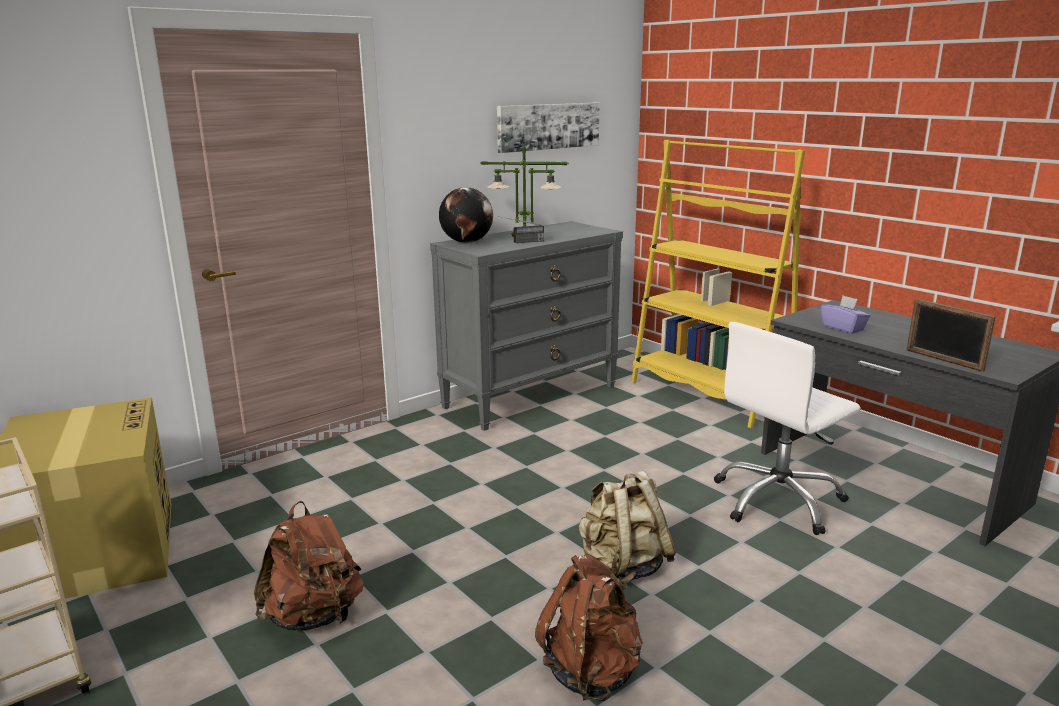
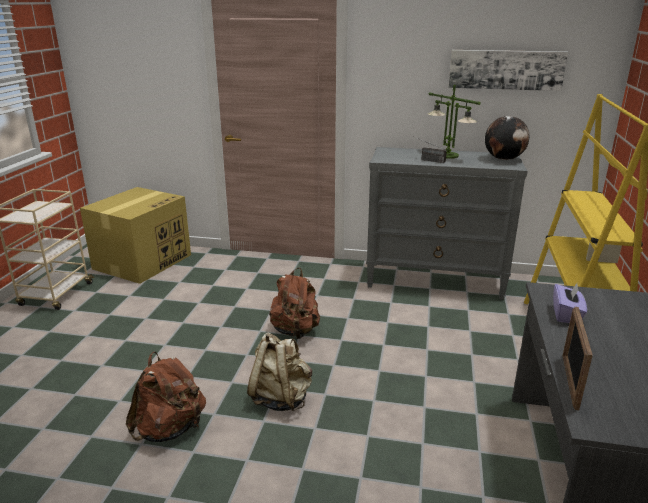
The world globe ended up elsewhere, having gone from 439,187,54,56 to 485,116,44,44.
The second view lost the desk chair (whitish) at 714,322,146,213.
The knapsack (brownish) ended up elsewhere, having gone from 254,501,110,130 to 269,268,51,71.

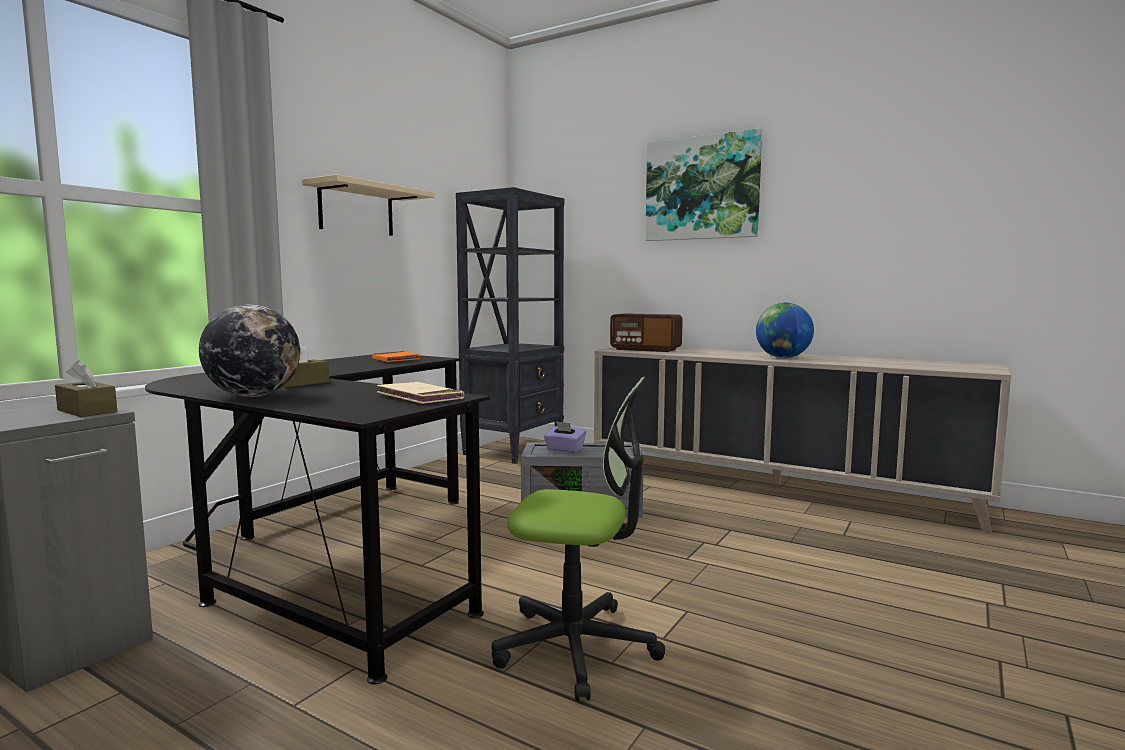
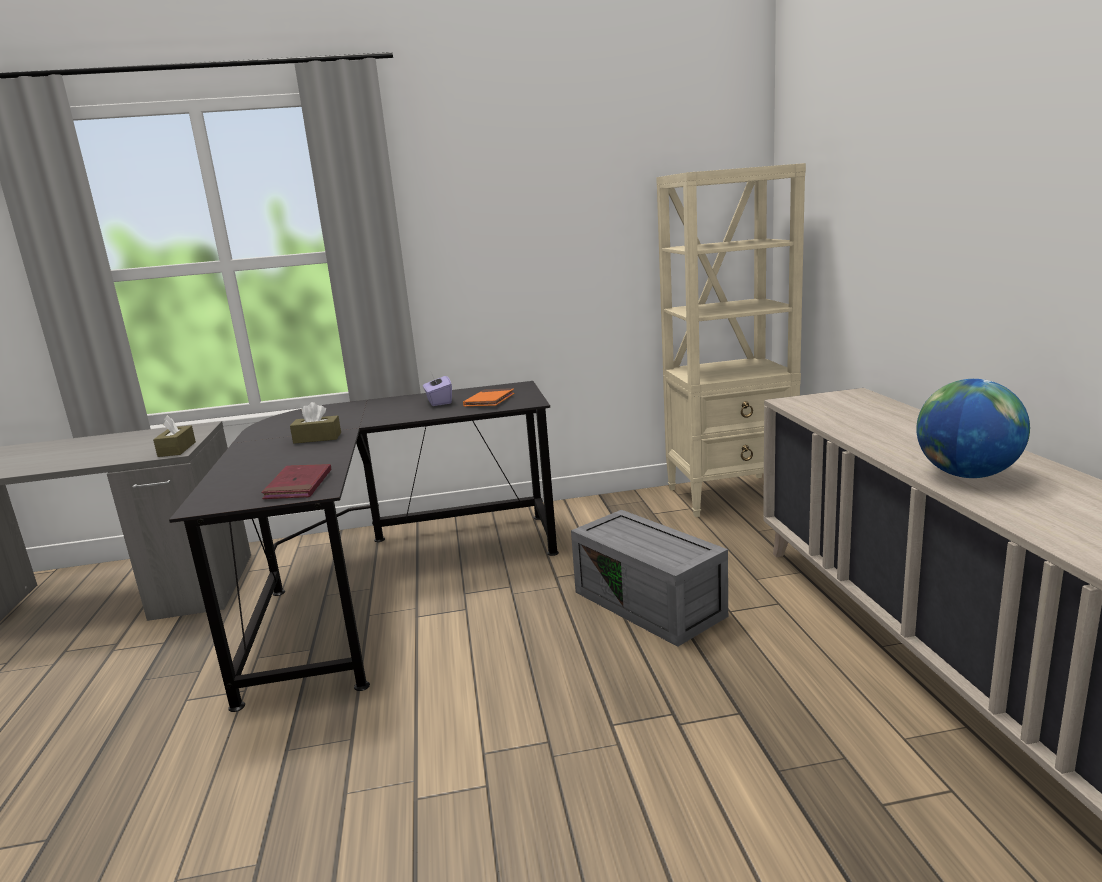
The second view lost the wall picture at 645,128,117,113.
The second view lost the wall shelf (beige) at 302,174,133,62.
What was the shelving unit (blackish) at 456,187,108,277 turned into the shelving unit (beige) at 656,163,150,354.
The second view lost the world globe at 199,305,101,92.
The second view lost the radio at 610,313,73,39.
The second view lost the desk chair at 491,377,174,324.
What was the volume (beige) at 377,382,87,22 turned into the volume (red) at 261,464,70,35.
The tissue holder (purple-coloured) ended up elsewhere, having gone from 544,421,42,32 to 423,373,29,33.

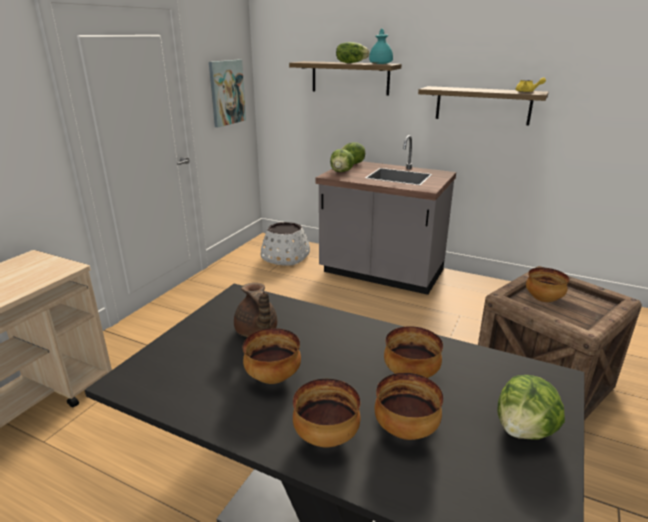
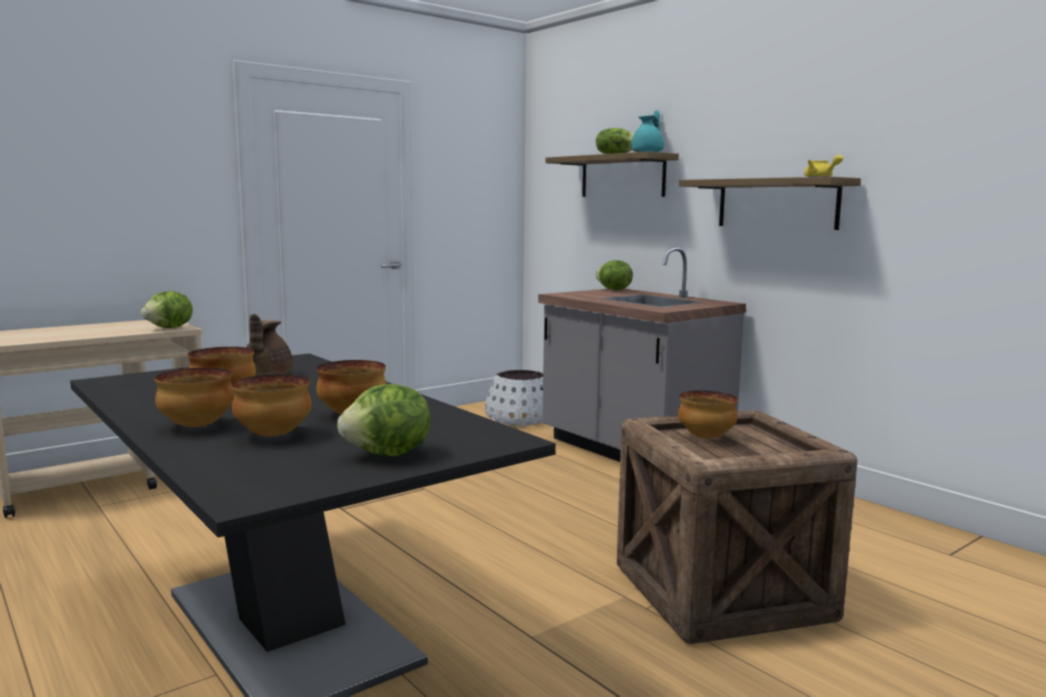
The second view lost the wall picture at 209,60,37,67.
The lettuce head ended up elsewhere, having gone from 330,149,25,23 to 141,291,52,37.

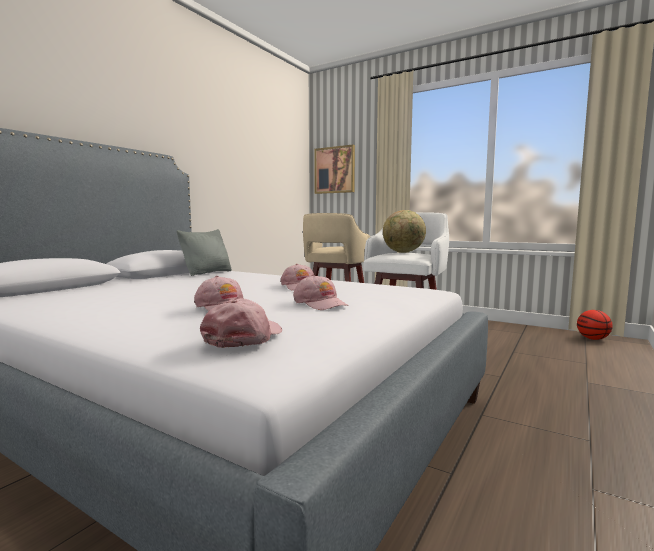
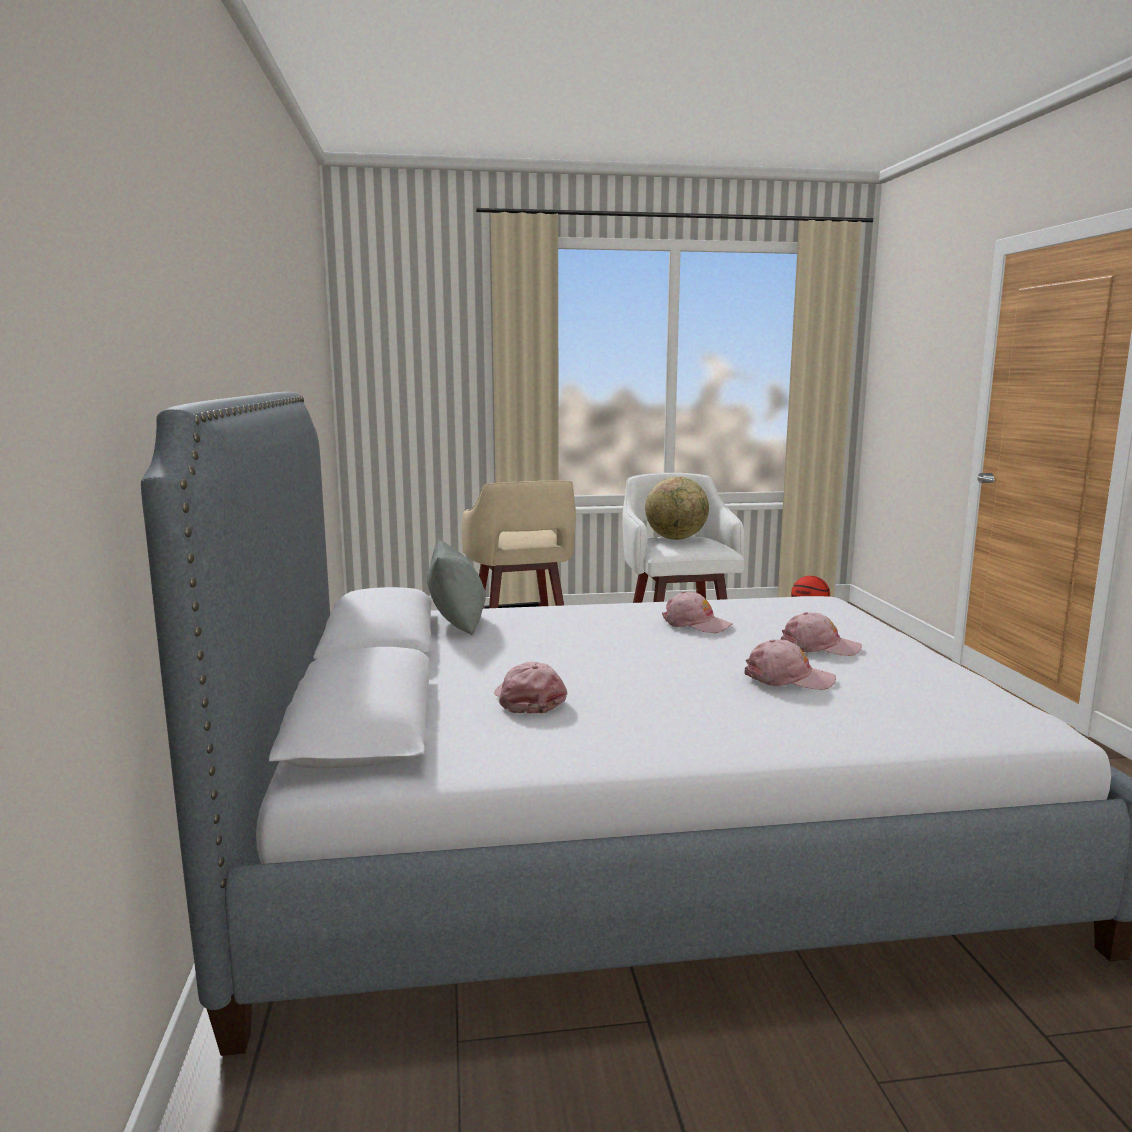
The second view lost the wall picture at 314,145,41,49.
The peaked cap (pinkish) ended up elsewhere, having gone from 200,299,82,49 to 494,662,73,52.

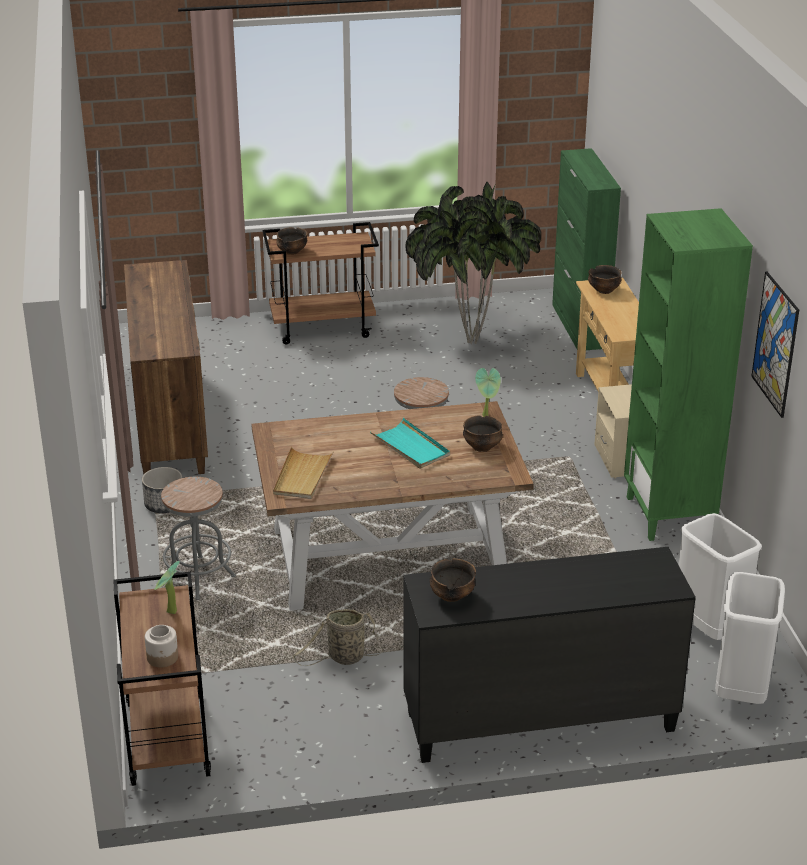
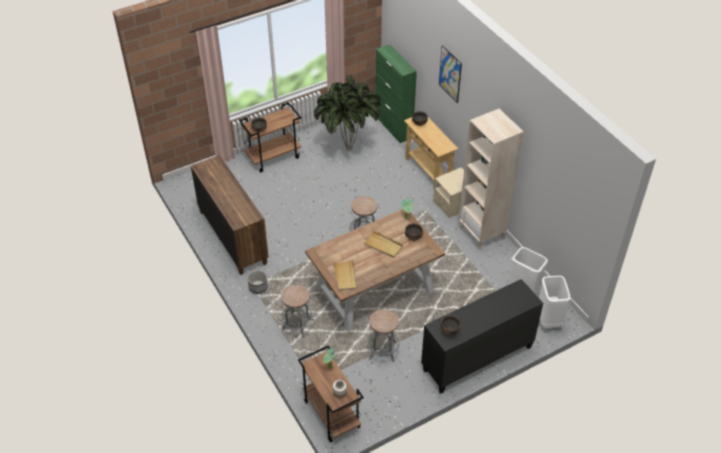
What was the shelving unit (green) at 624,208,129,333 turned into the shelving unit (beige) at 459,109,65,141.
The wall picture ended up elsewhere, having gone from 751,272,48,146 to 439,45,23,58.
What was the carrying tray (turquoise-coloured) at 370,418,80,51 turned into the carrying tray (beige) at 363,231,40,27.
Where the household basket stood at 293,609,90,57, the stool (gray) came to stand at 367,309,33,53.

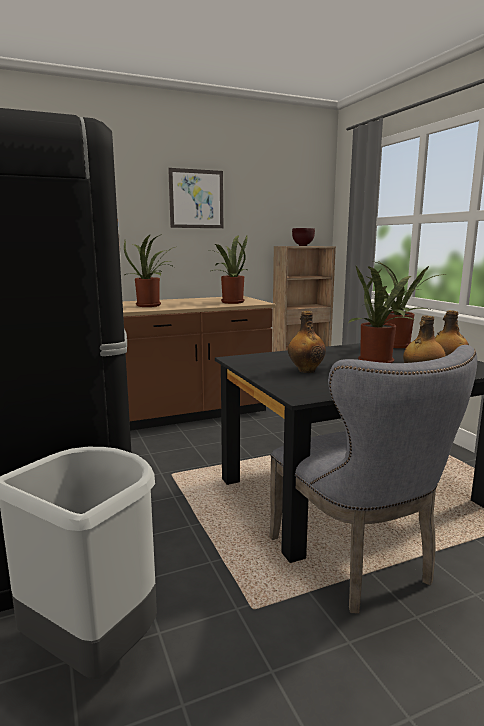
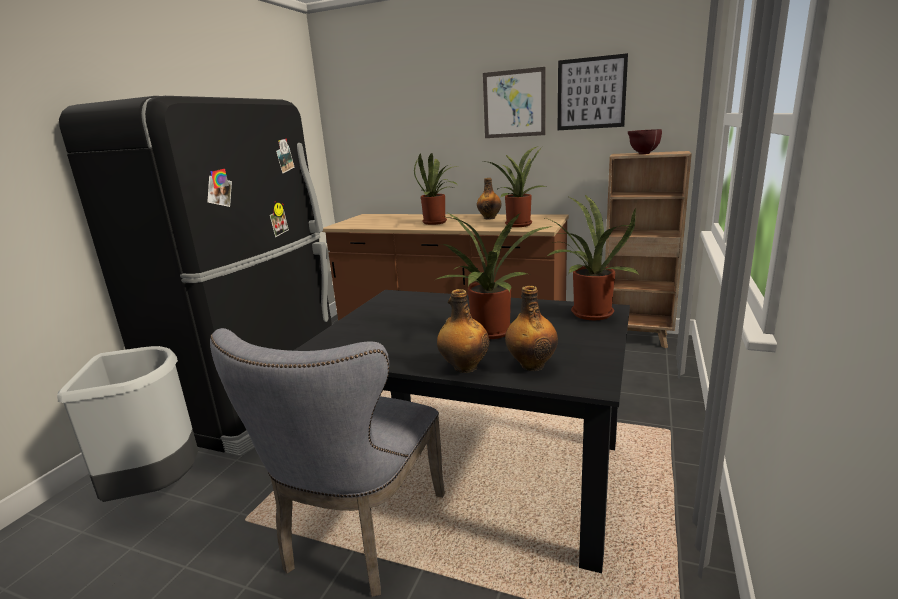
The drink bottle ended up elsewhere, having gone from 288,311,38,62 to 477,178,24,42.
The second view gained the wall picture at 558,53,70,77.

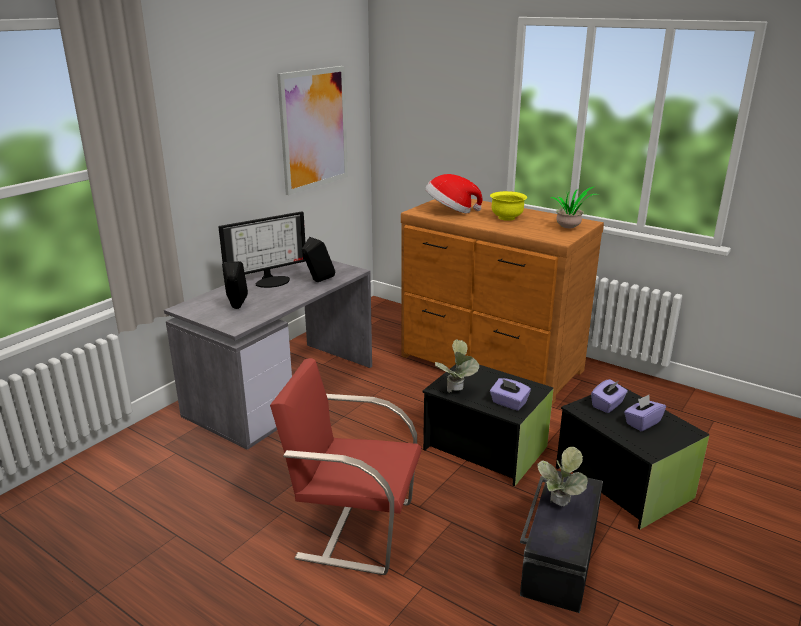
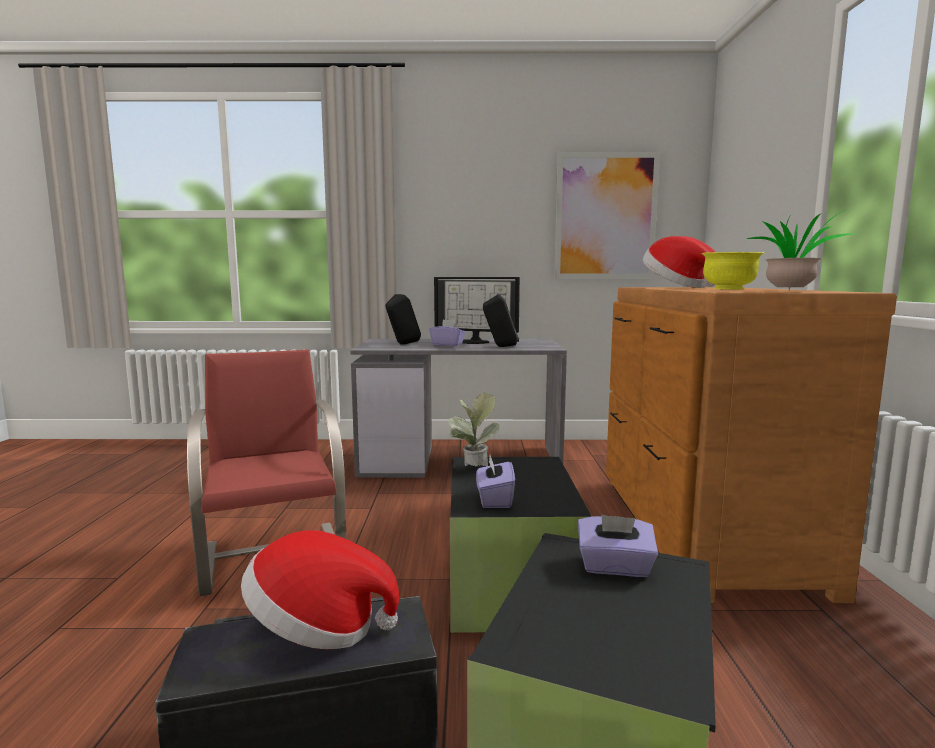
The tissue holder (purple-coloured) ended up elsewhere, having gone from 624,395,42,36 to 429,320,37,26.
Where the potted plant stood at 537,447,51,59, the wearable hat came to stand at 241,530,158,119.

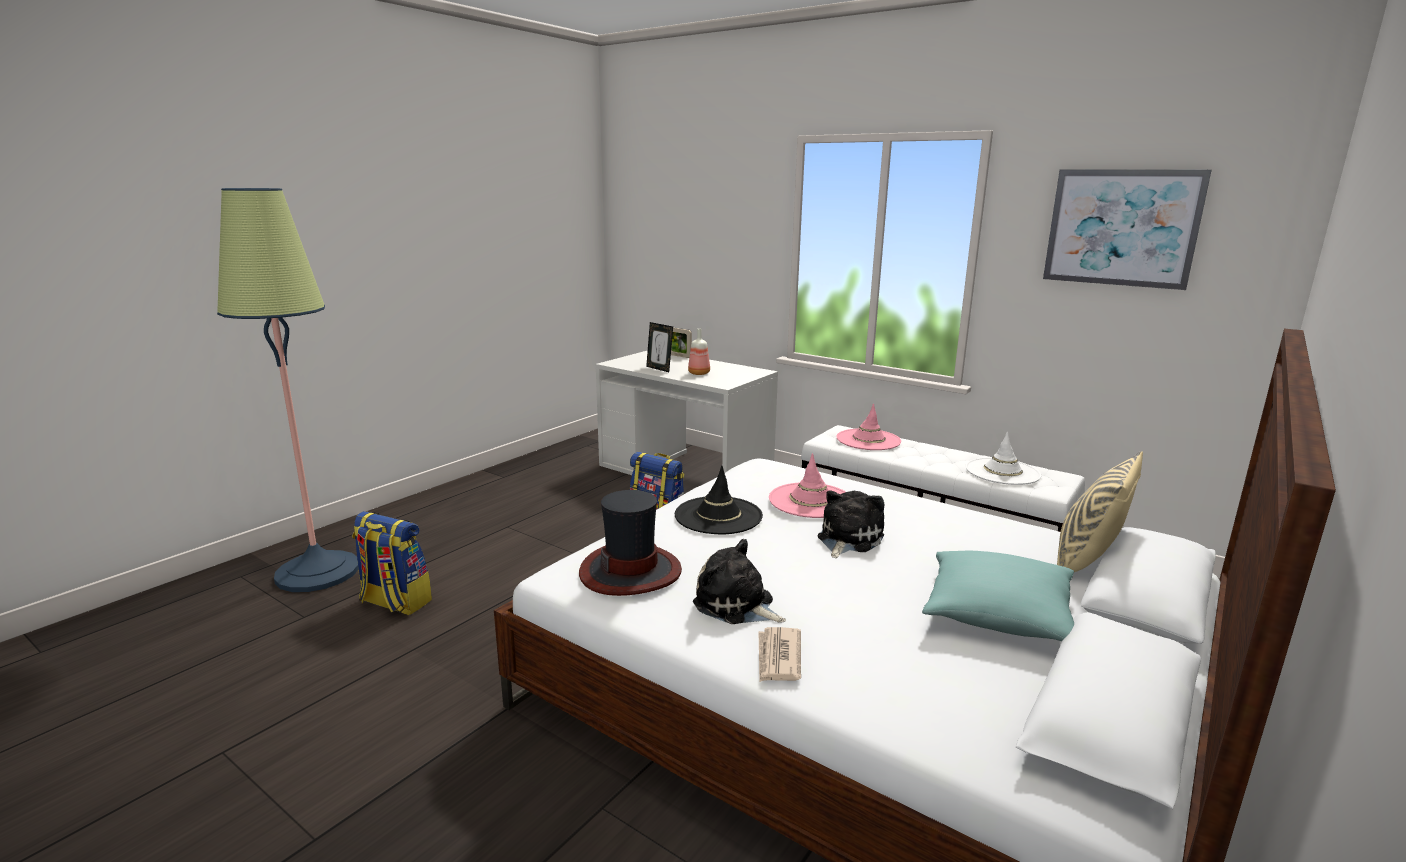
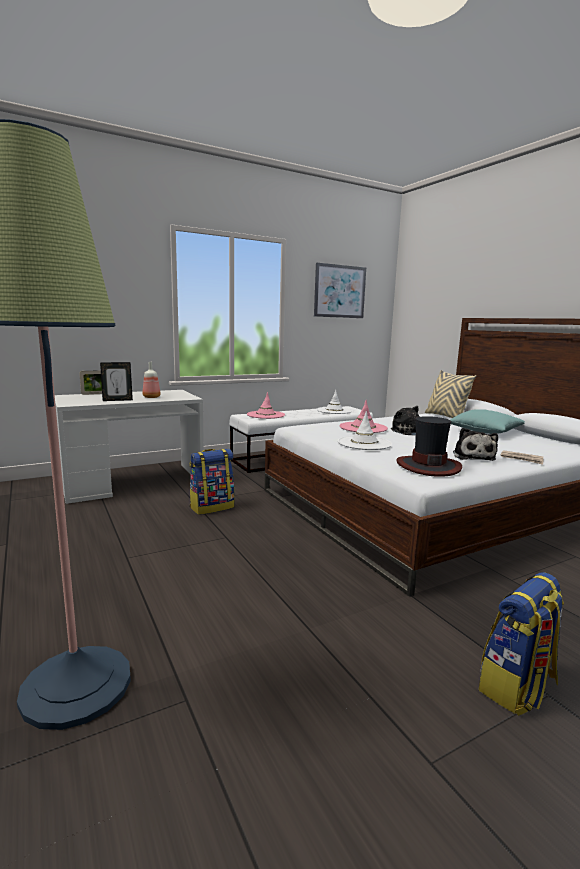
What was the wearable hat (blackish) at 675,466,88,68 turned into the wearable hat (whitish) at 338,411,54,39.
The knapsack ended up elsewhere, having gone from 352,511,80,104 to 478,572,86,144.
The plush toy at 693,539,93,85 ended up facing another way, 60 degrees counterclockwise from before.

